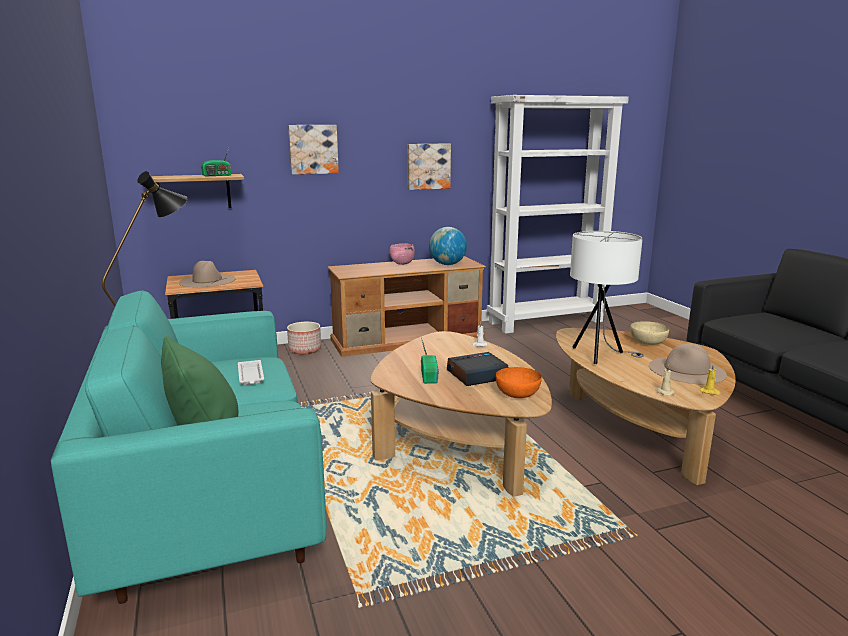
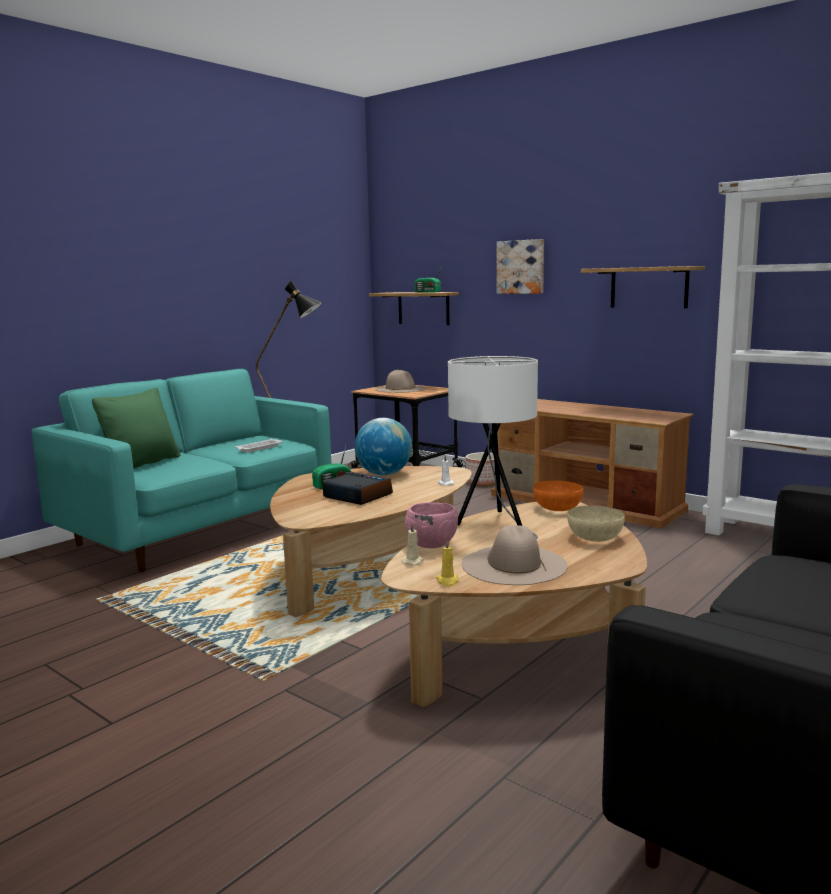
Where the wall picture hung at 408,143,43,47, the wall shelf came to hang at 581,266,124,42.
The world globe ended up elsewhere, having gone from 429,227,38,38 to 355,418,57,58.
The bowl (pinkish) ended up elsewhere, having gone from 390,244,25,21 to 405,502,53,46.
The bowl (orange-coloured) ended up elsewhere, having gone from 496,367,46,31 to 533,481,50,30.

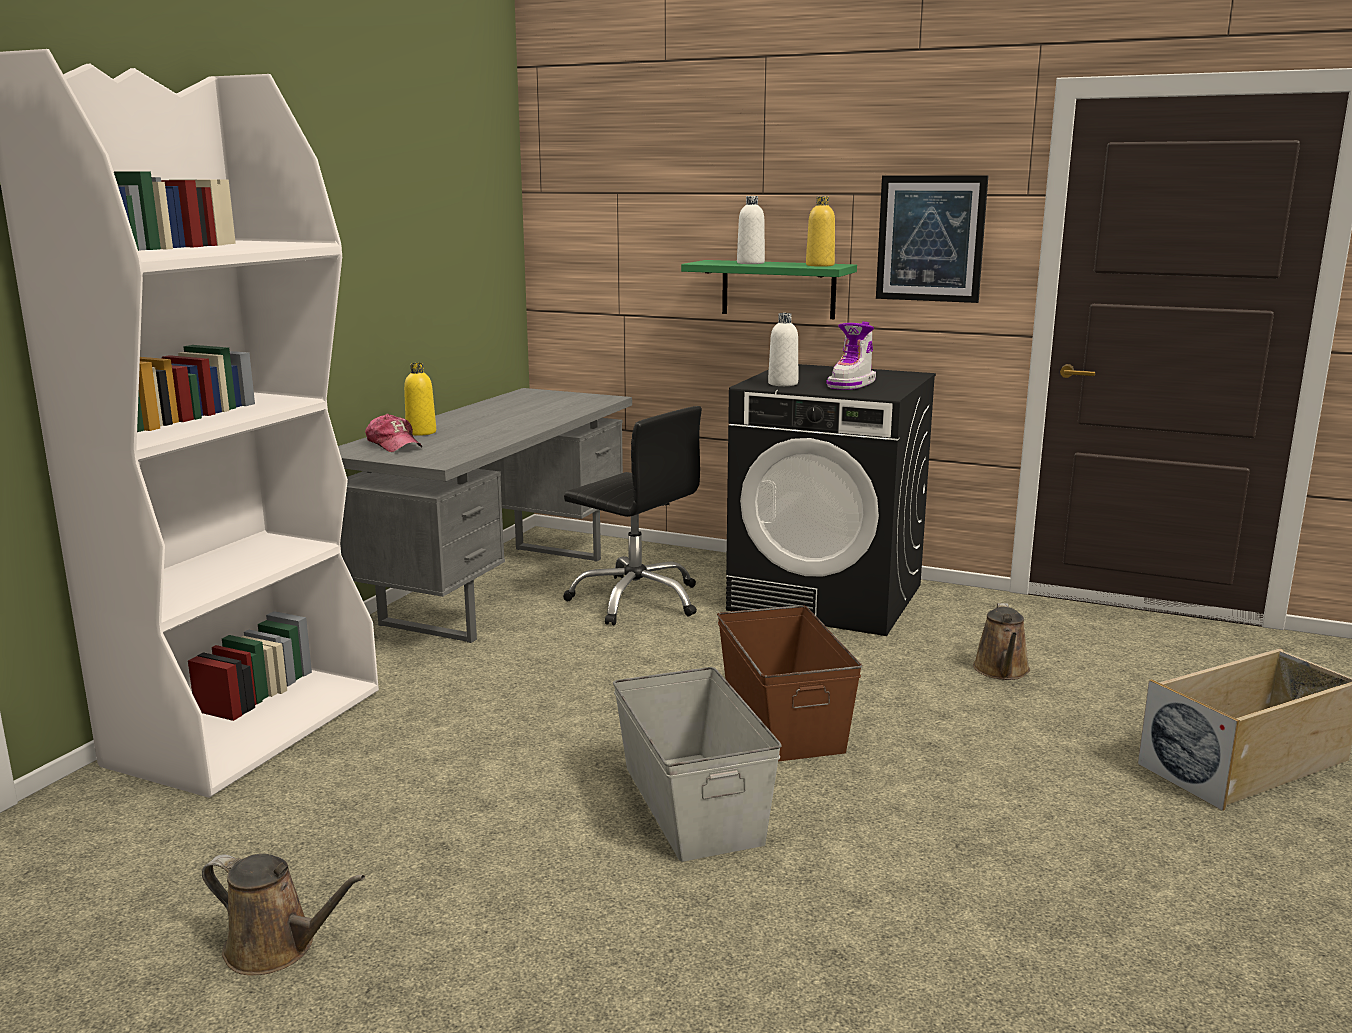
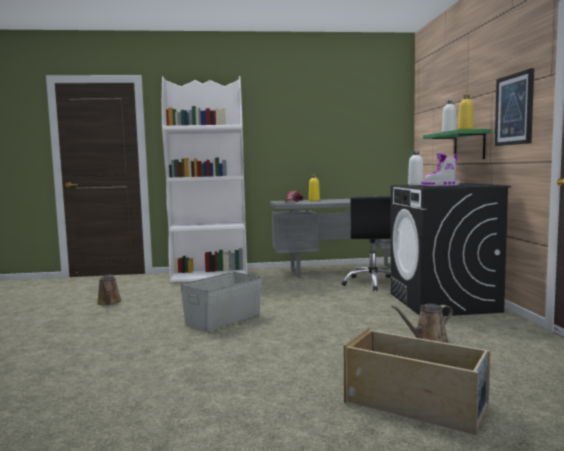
The second view lost the storage box (brownish) at 717,605,145,157.

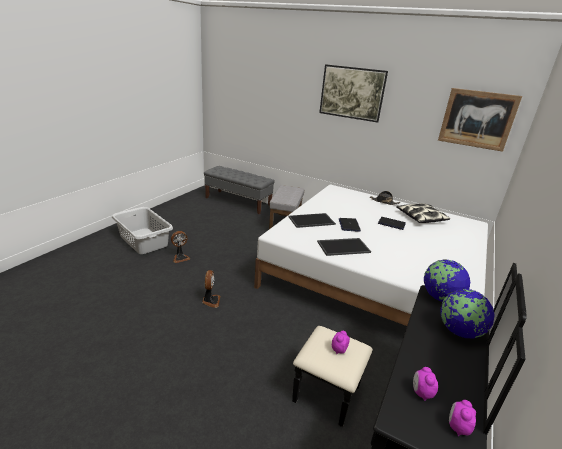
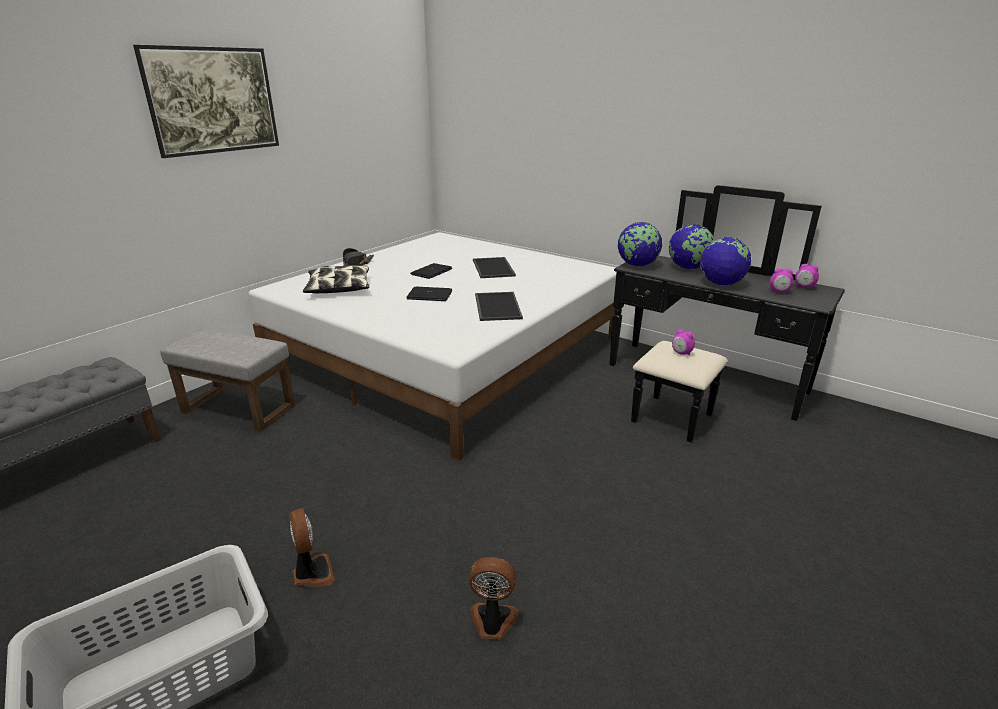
The second view lost the wall picture at 438,88,84,64.
The cushion ended up elsewhere, having gone from 396,203,54,20 to 303,265,66,28.
The carrying tray ended up elsewhere, having gone from 288,213,48,15 to 473,257,43,21.
The electric fan ended up elsewhere, having gone from 202,270,18,38 to 469,557,49,83.
The second view gained the world globe at 700,237,51,48.

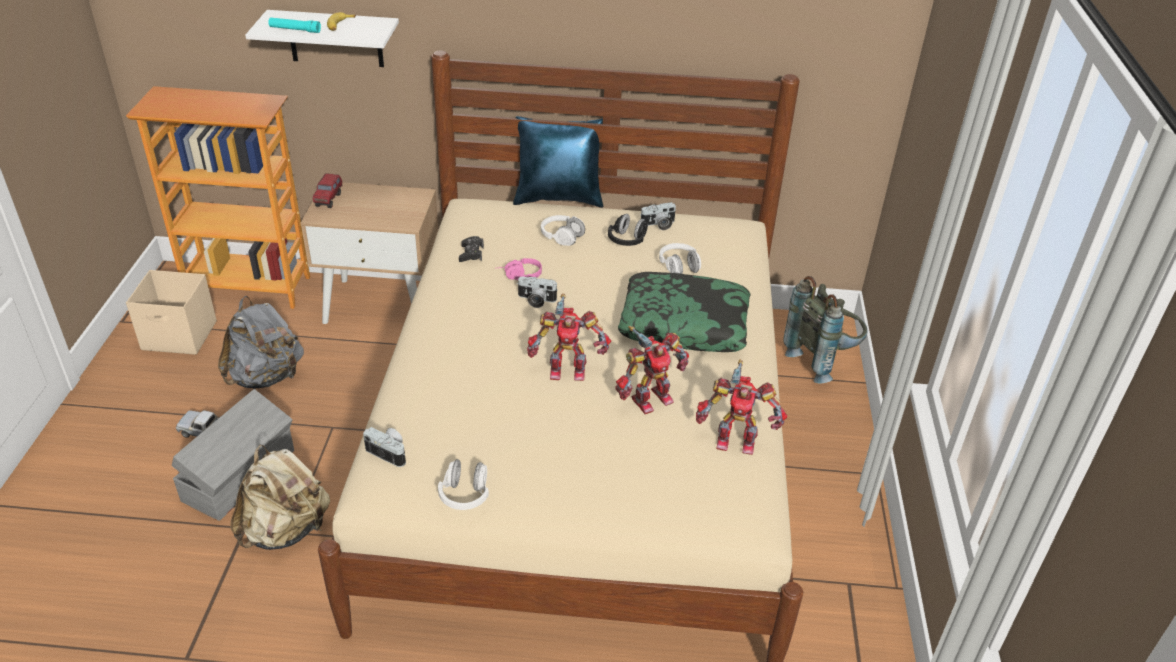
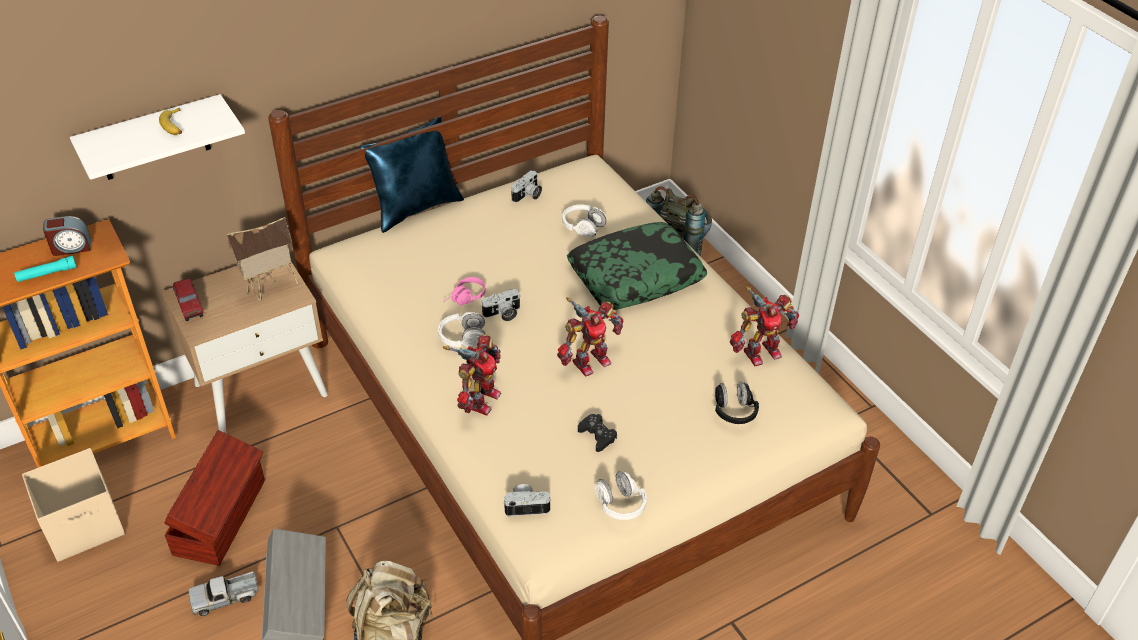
The hand torch (turquoise-coloured) ended up elsewhere, having gone from 268,17,53,16 to 14,256,63,26.
The headset (blackish) ended up elsewhere, having gone from 608,214,40,32 to 715,381,44,43.
The headset (whitish) ended up elsewhere, having gone from 541,215,44,31 to 438,312,48,36.
The game controller (blackish) ended up elsewhere, having gone from 459,236,25,26 to 578,414,39,38.
Where the knapsack (gray) stood at 218,296,86,93, the storage box (brownish) came to stand at 164,430,101,136.
The model robot ended up elsewhere, having gone from 615,326,74,88 to 443,334,58,82.
The second view gained the table clock at 43,216,48,40.
The second view gained the toy house at 226,217,72,85.

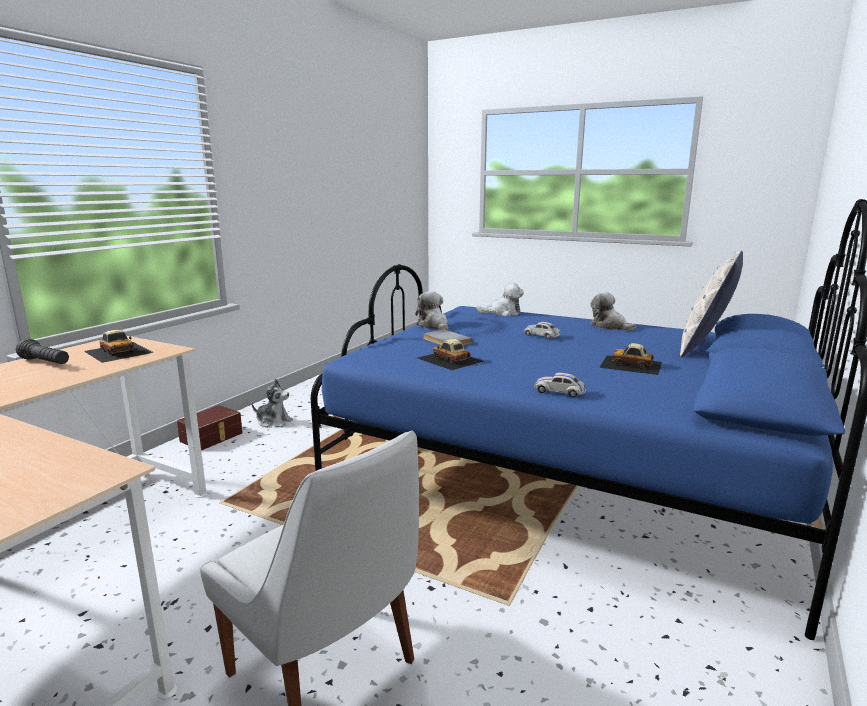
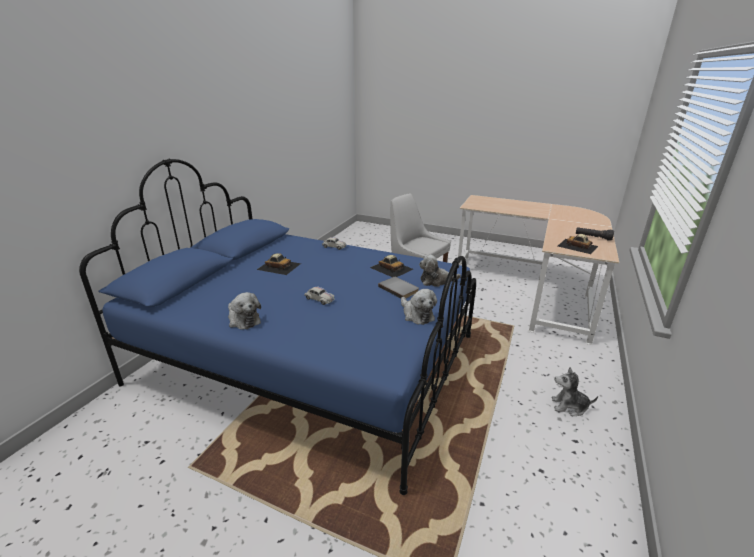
The second view lost the cushion at 680,251,63,106.
The plush toy ended up elsewhere, having gone from 476,283,48,33 to 419,255,42,32.
The second view lost the storage box (brownish) at 177,405,66,45.

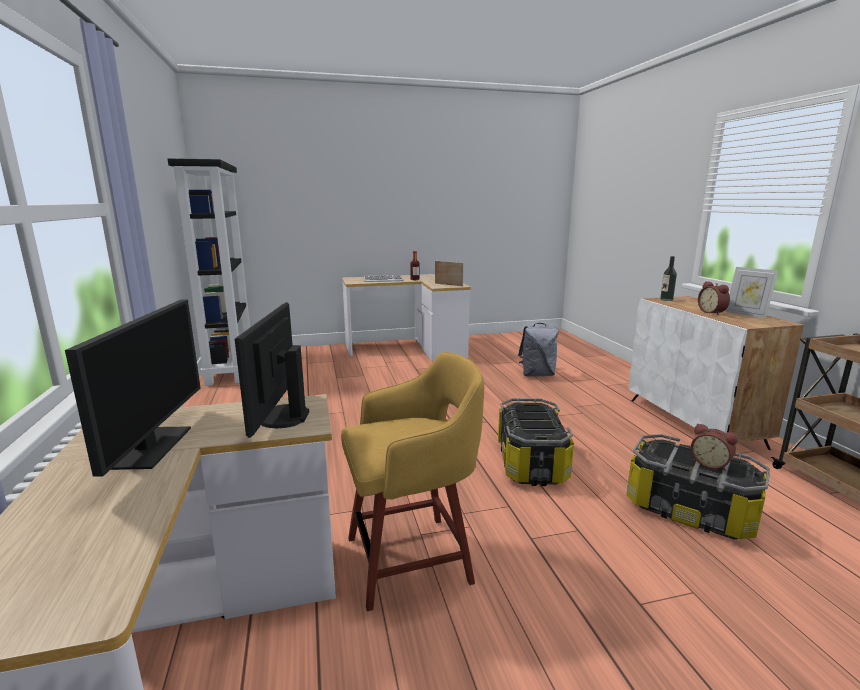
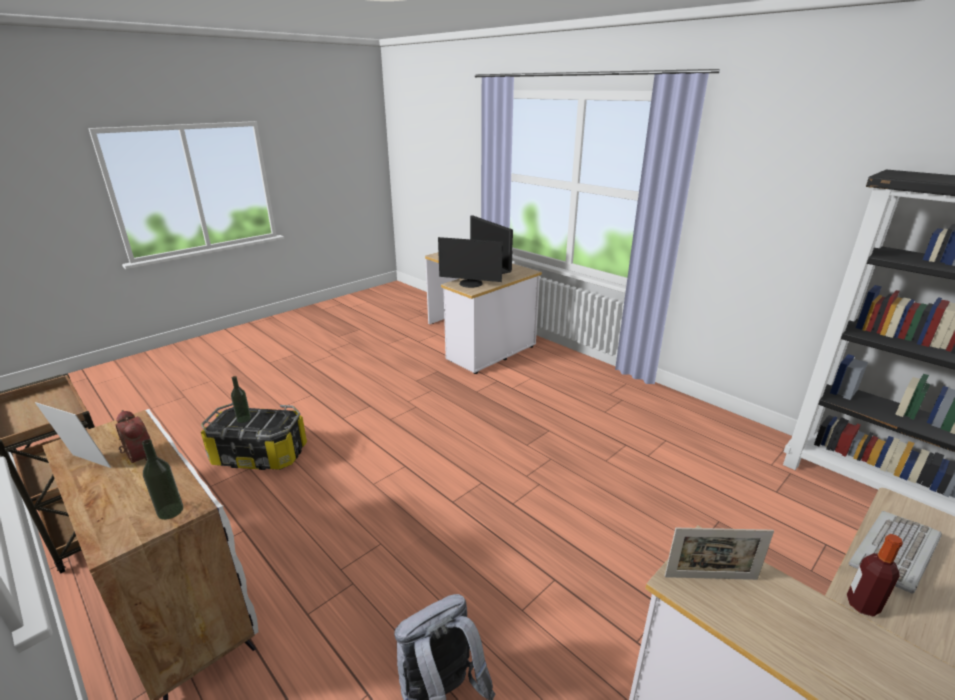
The computer display at 235,302,74,136 ended up facing another way, 135 degrees clockwise from before.
The second view lost the stool (yellow) at 341,352,143,259.
The second view lost the storage box at 498,398,76,88.
Where the table clock stood at 691,423,47,48, the drink bottle came to stand at 231,376,20,47.

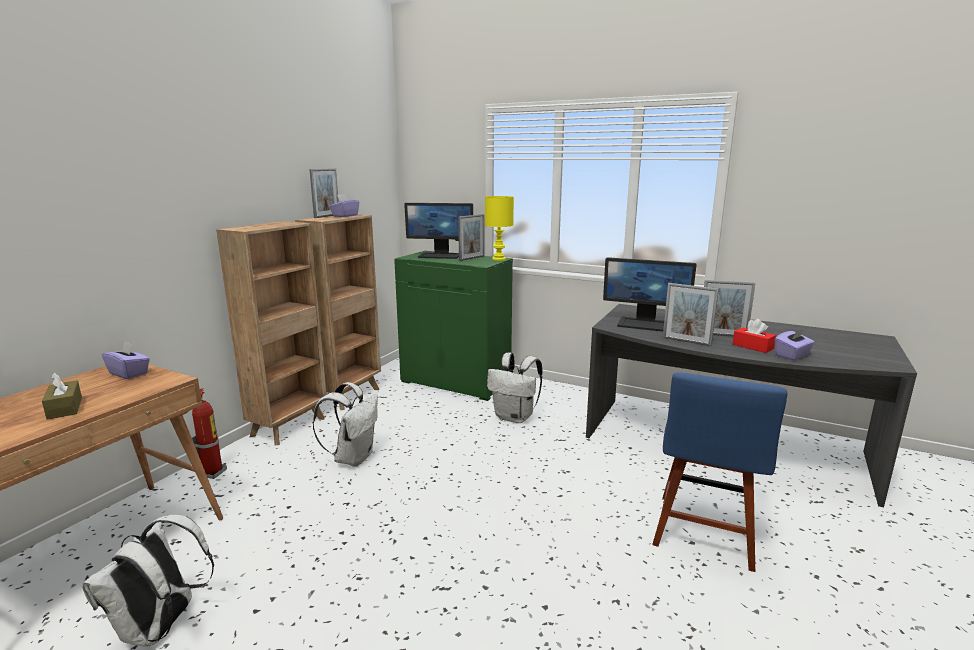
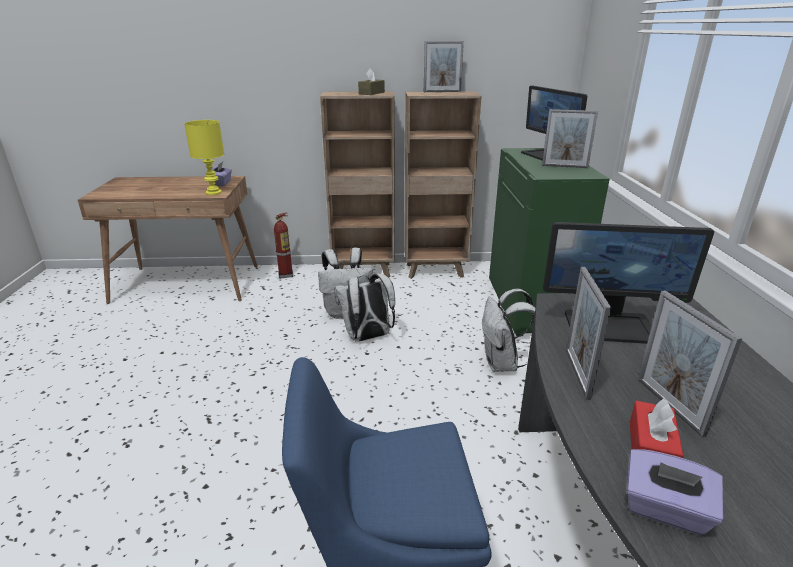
The second view lost the tissue holder (purple-coloured) at 329,194,30,23.
The tabletop lamp (yellow) ended up elsewhere, having gone from 485,196,29,65 to 184,120,40,75.
The computer display at 603,257,94,75 ended up facing another way, 75 degrees counterclockwise from before.
The tissue holder (brownish) ended up elsewhere, having gone from 42,372,40,48 to 358,68,27,27.
The knapsack (whitish) ended up elsewhere, having gone from 82,515,132,132 to 334,273,61,69.

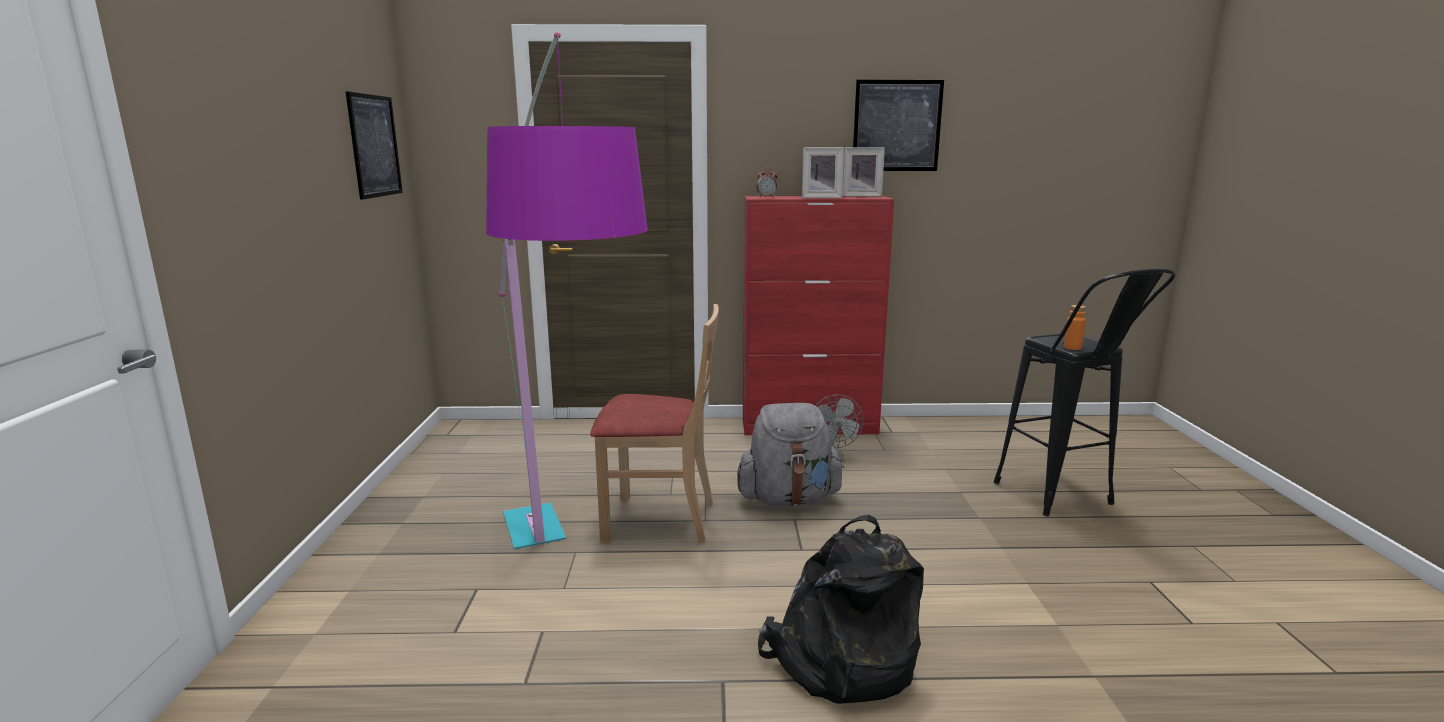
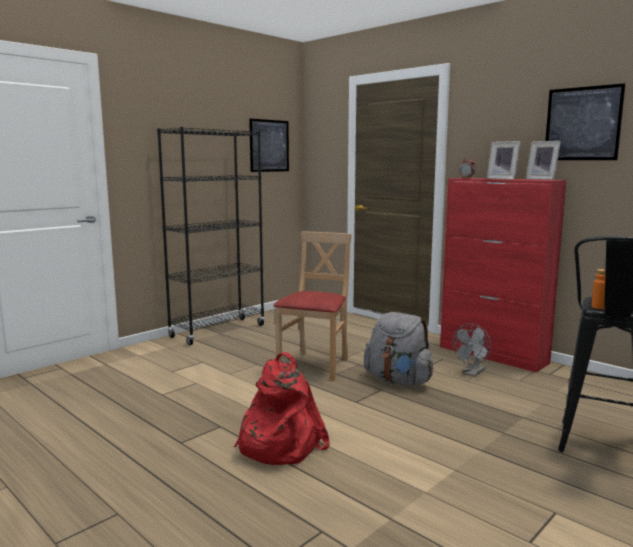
The second view lost the standard lamp at 486,32,162,517.
The plain chair (beige) at 590,304,129,239 ended up facing another way, 120 degrees counterclockwise from before.
What was the knapsack (blackish) at 758,515,166,189 turned into the knapsack (red) at 234,352,96,113.
The second view gained the shelving unit (blackish) at 157,127,108,218.

